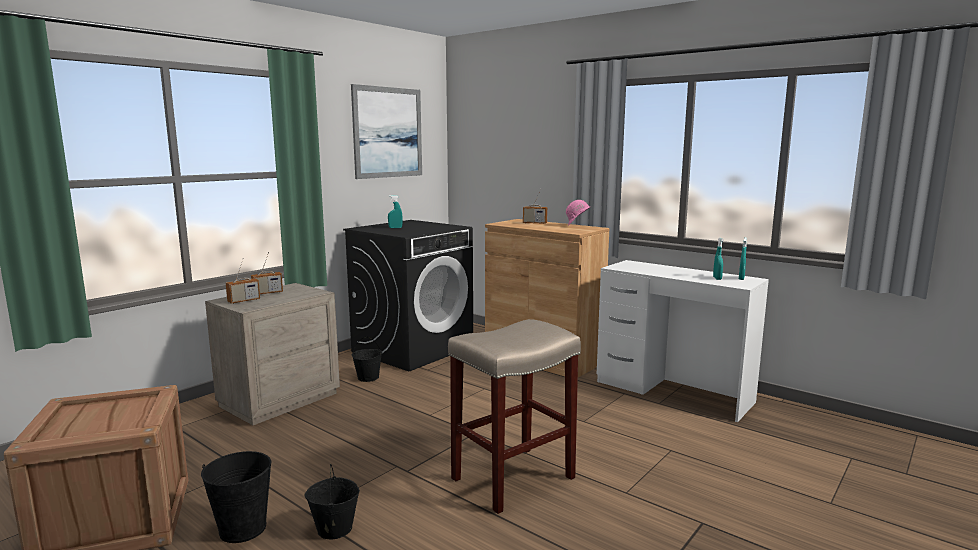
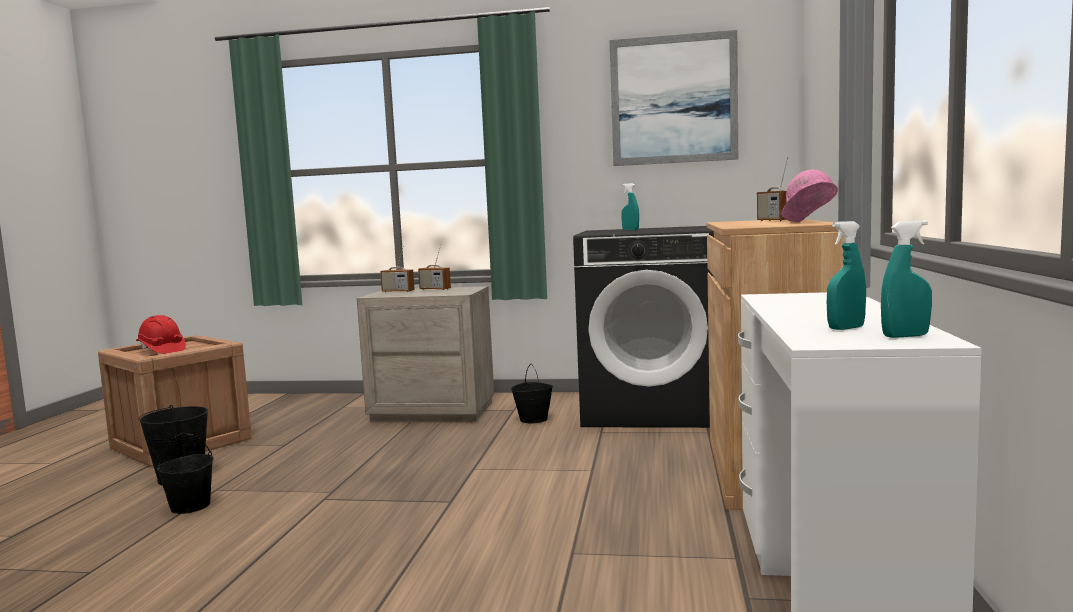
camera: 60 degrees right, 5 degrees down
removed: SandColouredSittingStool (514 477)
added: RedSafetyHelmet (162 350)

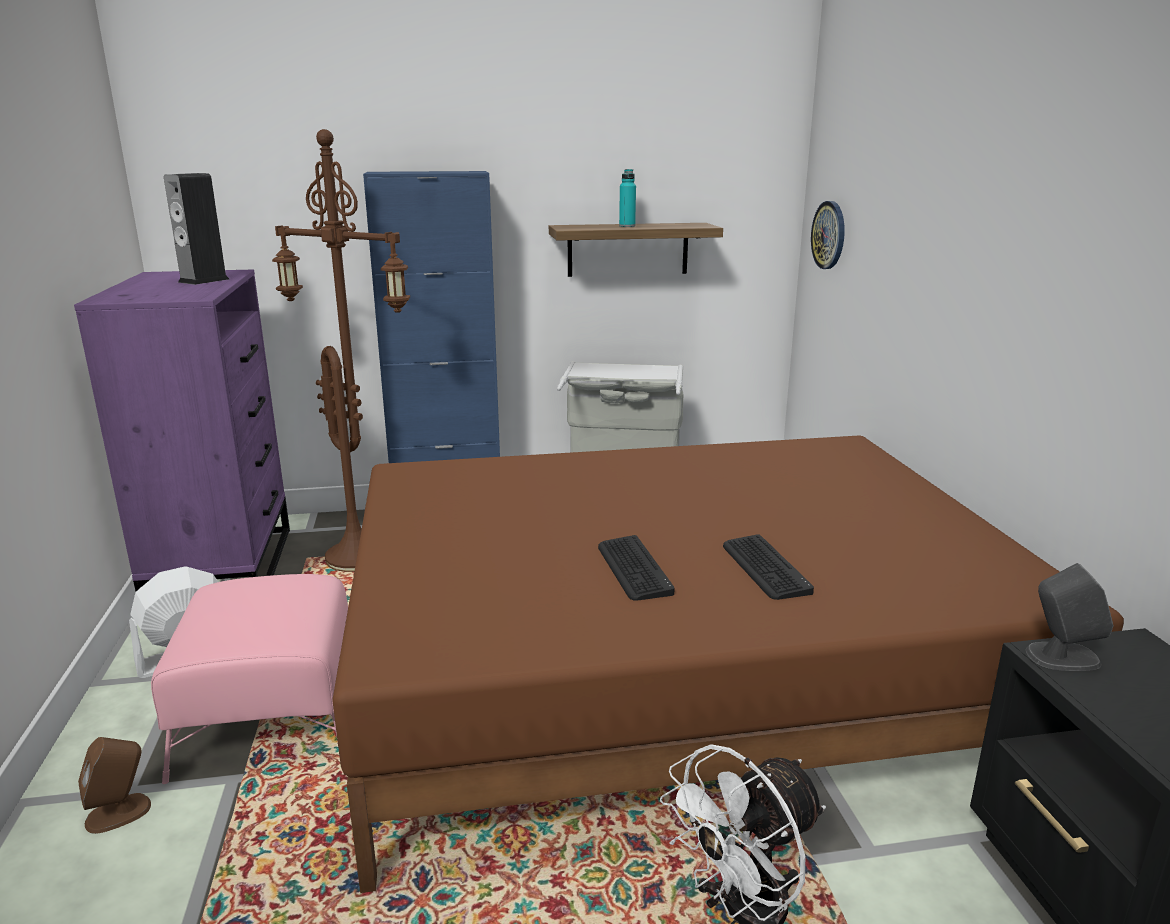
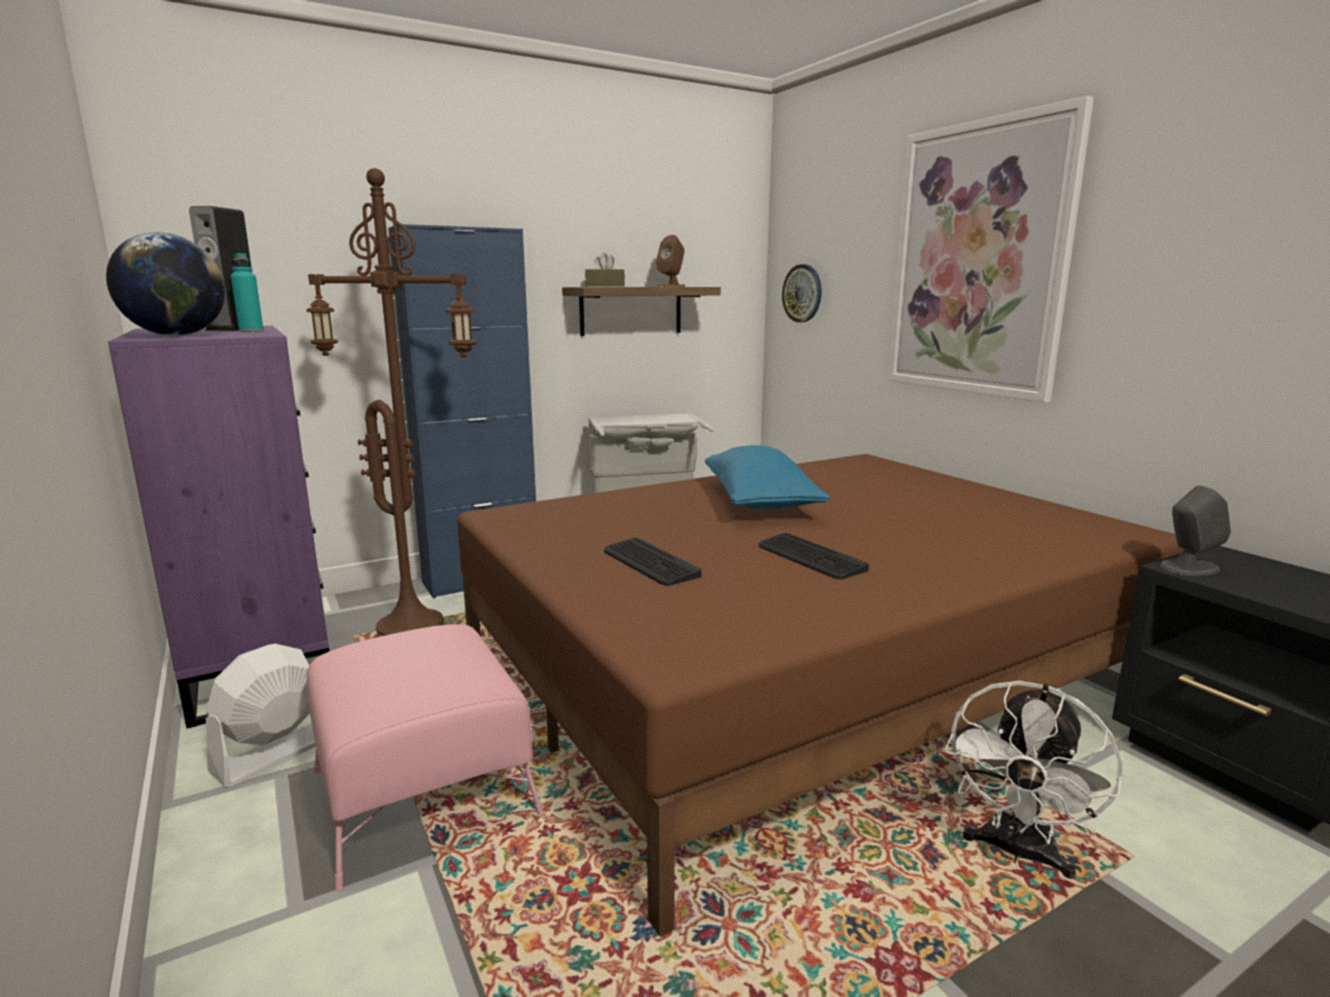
camera: 20 degrees left, 5 degrees down
added: Globe (176 335); BrownColouredBoxOfTissues (605 286); BluishThrowPillow (760 502); Picture (978 260)
moved: BrownColouredAudioSpeaker (119 813) to (671 286); BlueGreenBeverageBottle (627 226) to (251 331); ComputerKeyboard (764 568) to (649 563)

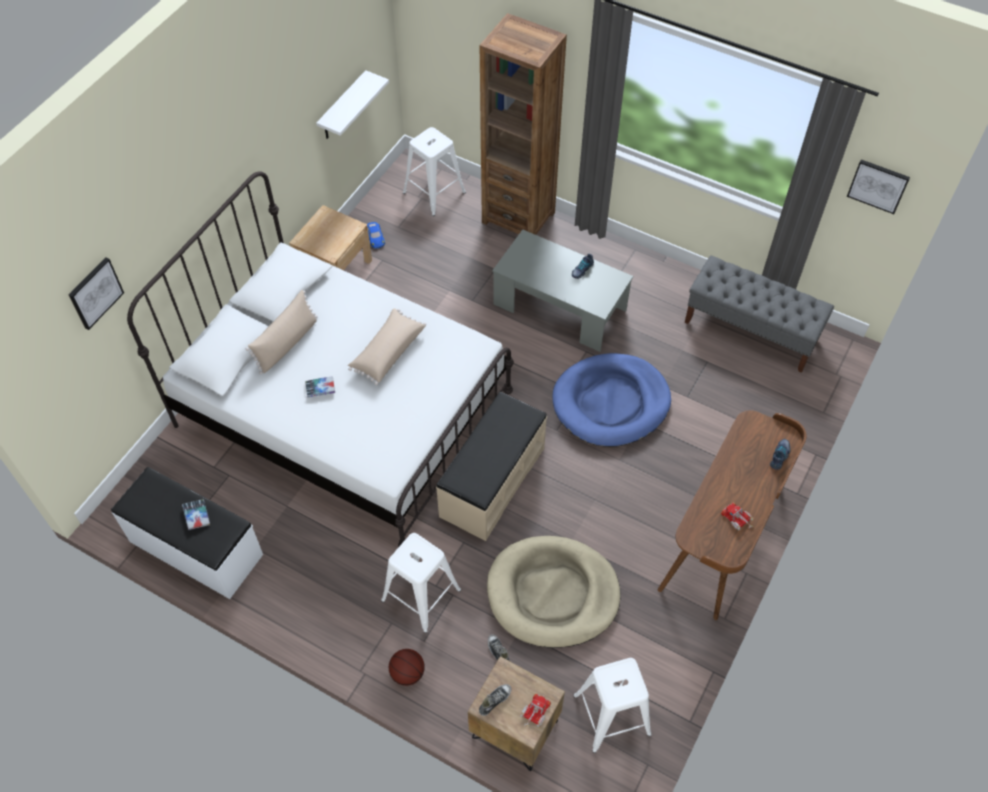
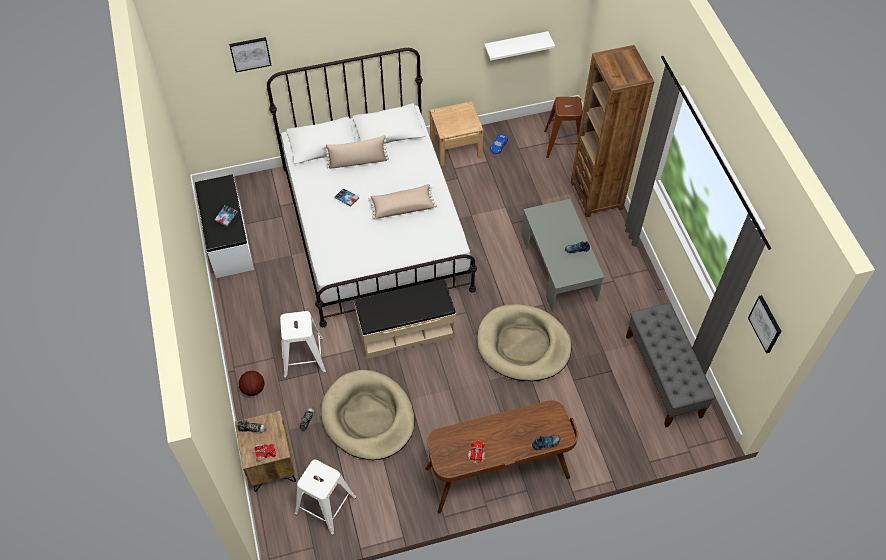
camera: 45 degrees right, 0 degrees up
recoloured: WhiteSittingStool (434 192) to BrownColouredSittingStool (563 143); BluishDogBed (611 402) to SandColouredDogBed (523 345)

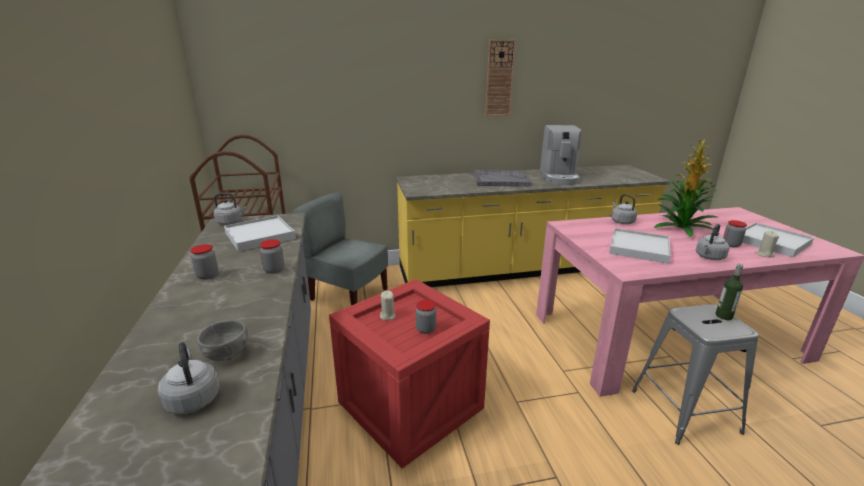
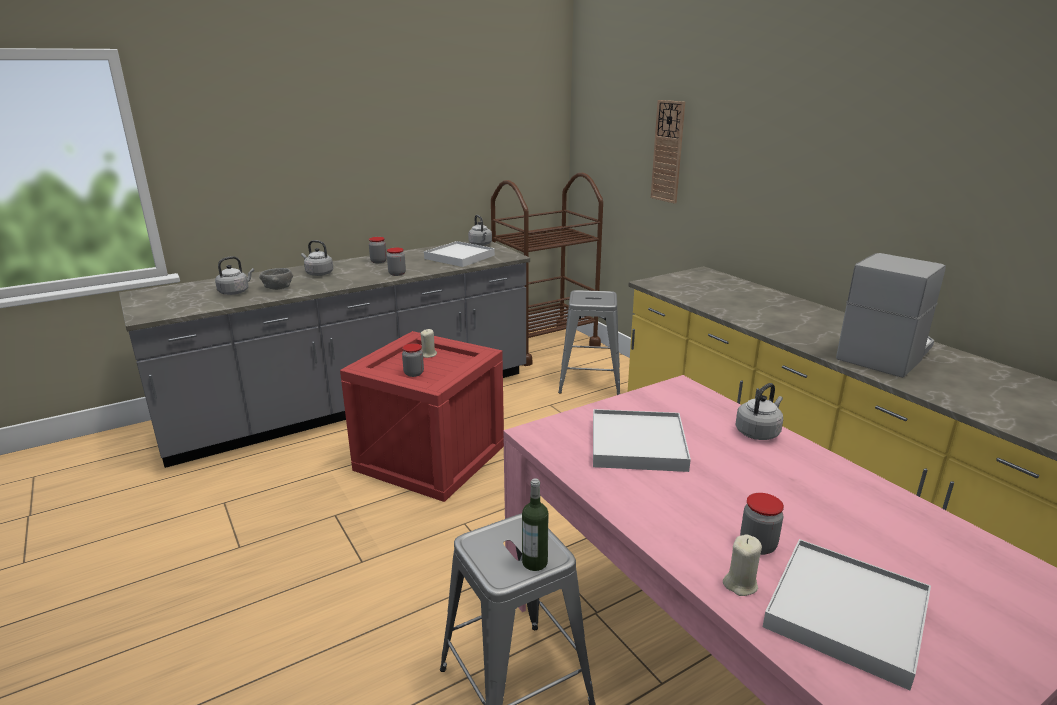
camera: 70 degrees right, 0 degrees up
removed: GrayTray (500 180); PottedPlant (681 228)
moved: HangingClock (499 78) to (668 152); GrayKettle (709 257) to (318 273)
replaced: GrayChair (348 295) to GraySittingStool (589 381)
turned: CoffeeMaker (559 177) = (885 353) 150 degrees clockwise

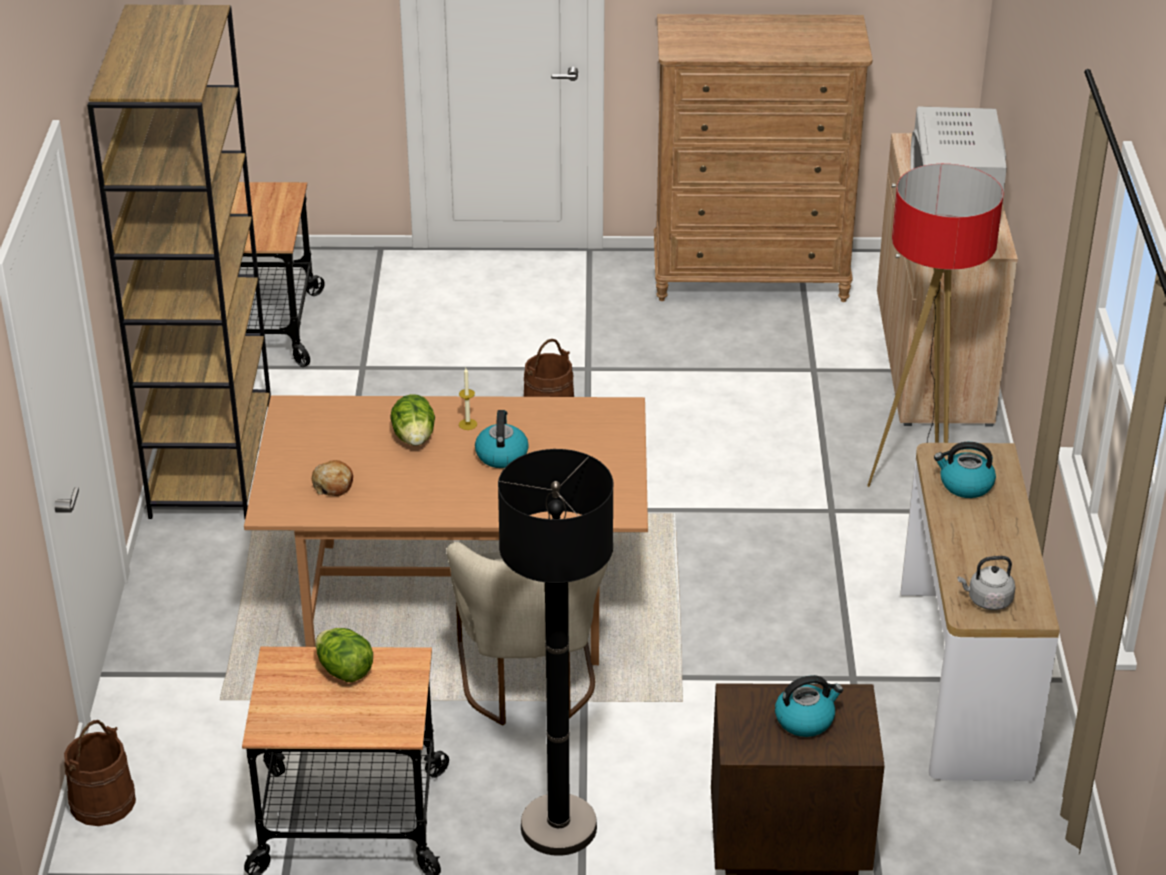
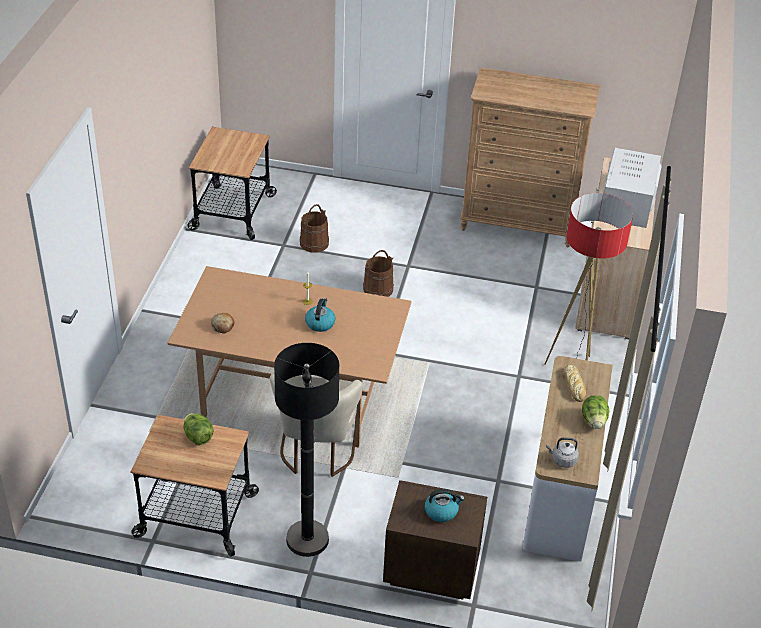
camera: 10 degrees right, 5 degrees up
removed: BrownColouredBookcase (211 458)
moved: BrownColouredBucket (102 801) to (314 243); HeadOfLettuce (414 438) to (594 421)
replaced: Kettle (965 485) to BakedBread (574 386)

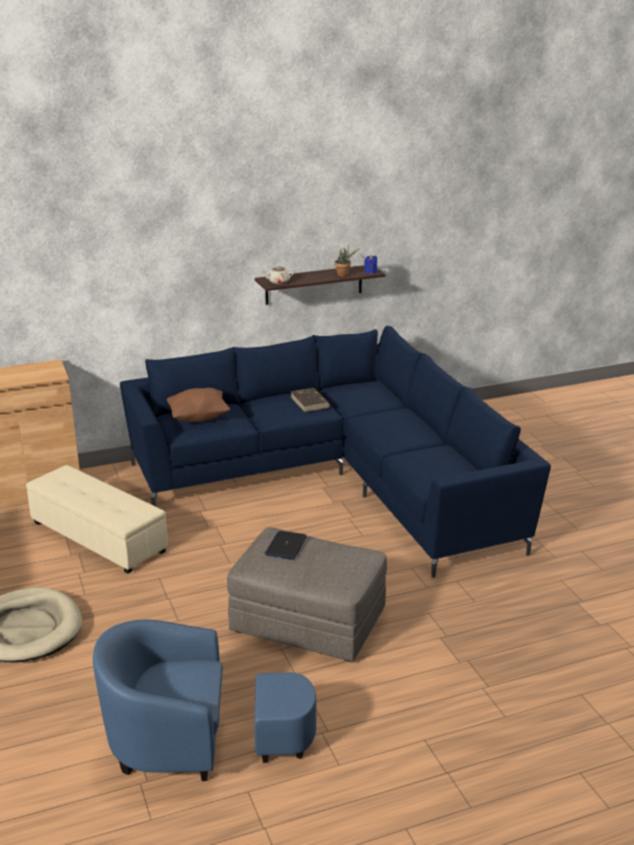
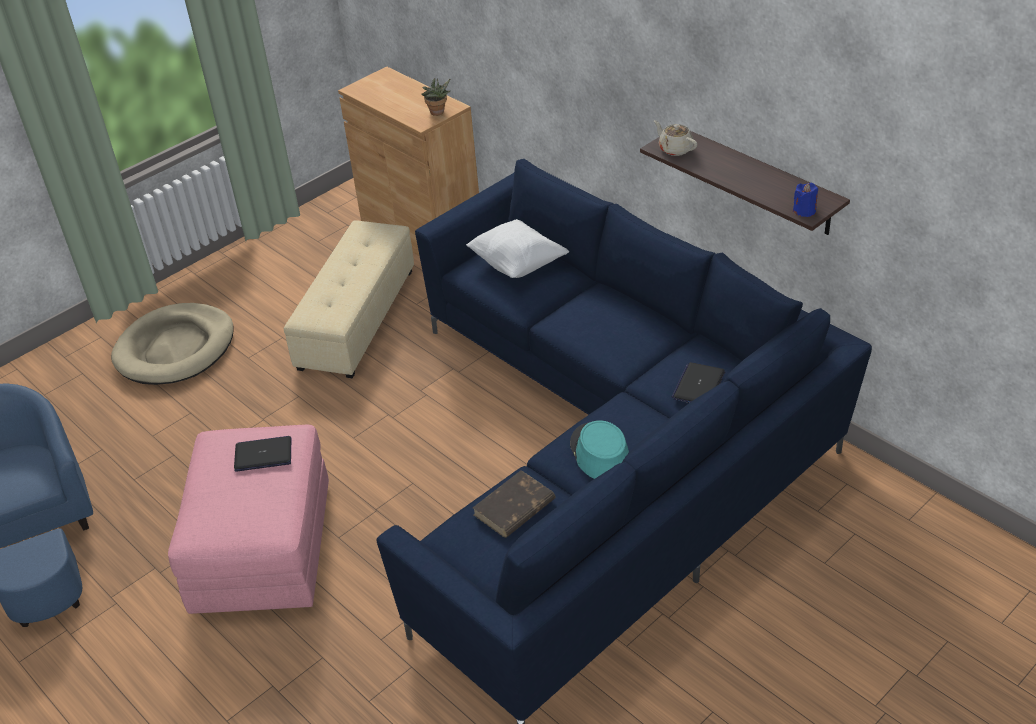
camera: 70 degrees right, 15 degrees up
added: BlueGreenHat (599 453); Laptop (698 385)
moved: BrownColouredVolume (310 402) to (514 508); PottedPlant (344 275) to (438 113)
recoloured: BrownColouredThrowPillow (199 417) to WhiteThrowPillow (517 265); GrayOttoman (309 621) to PinkishOttoman (263 548)

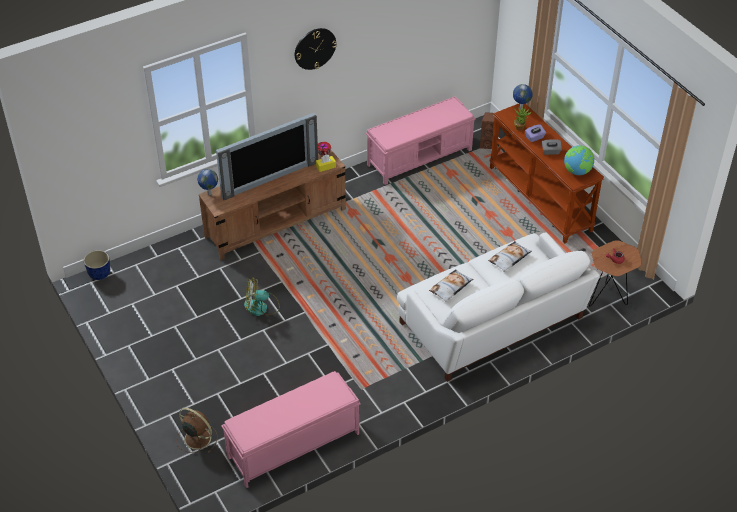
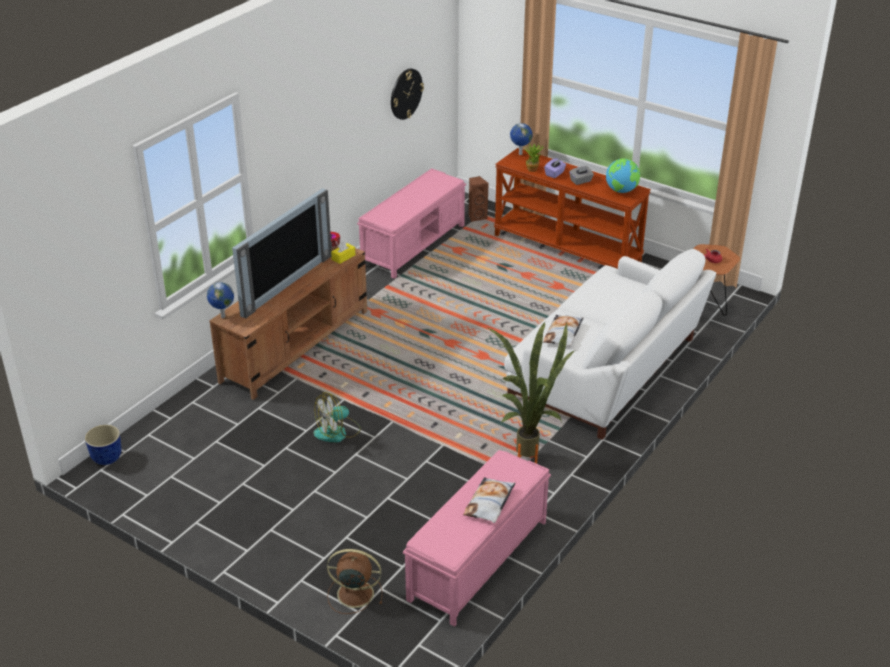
camera: 25 degrees left, 10 degrees down
added: PottedPlant (529 453)
moved: HangingClock (315 48) to (405 93); ThrowPillow (509 259) to (490 503)

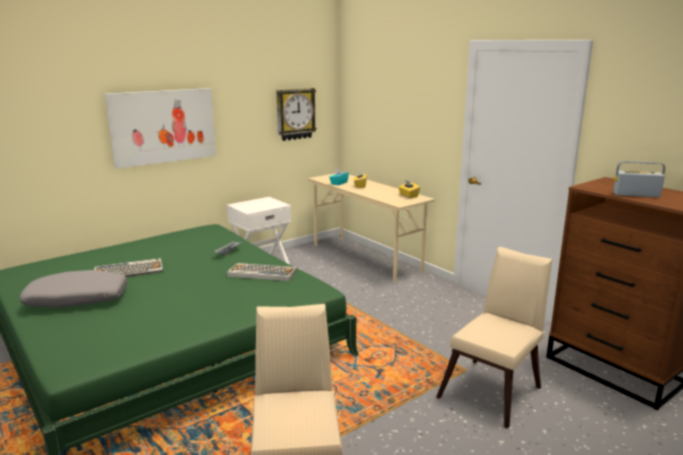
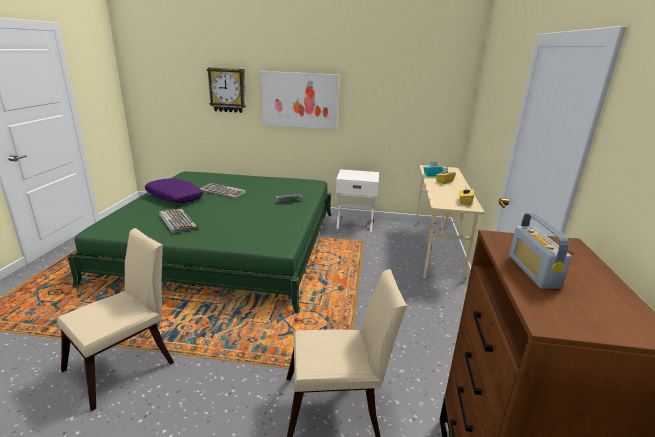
camera: 45 degrees right, 5 degrees up
moved: ComputerKeyboard (261 273) to (177 221); HangingClock (295 114) to (227 90)
recoloured: GrayThrowPillow (77 300) to PurpleThrowPillow (174 197)
turned: RadioSet (636 195) = (533 271) 150 degrees counterclockwise

